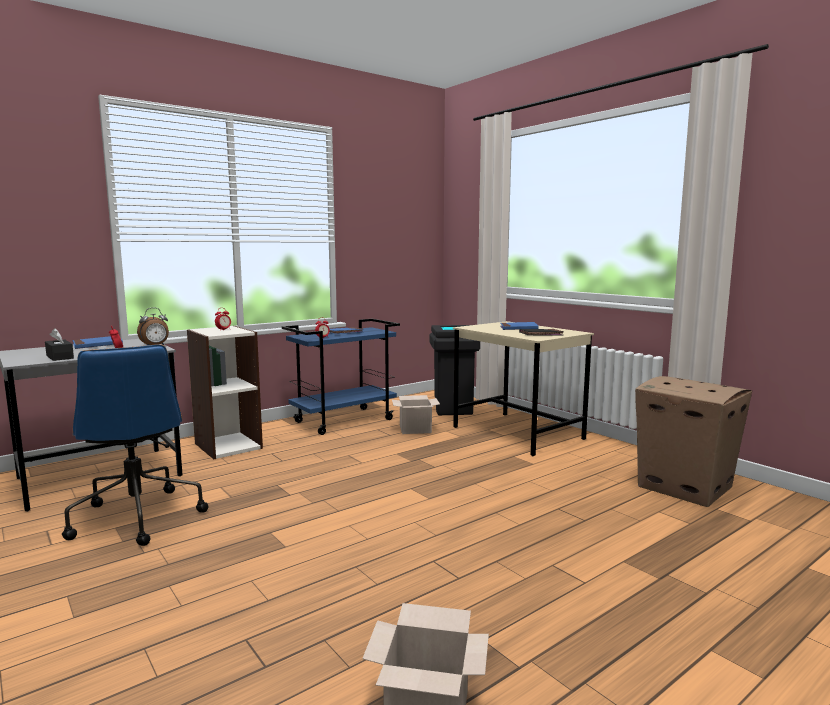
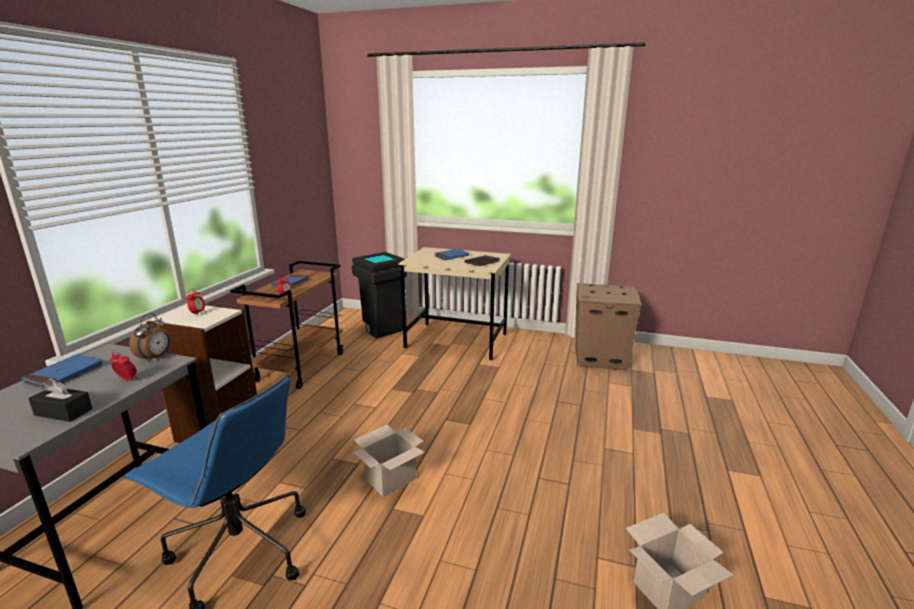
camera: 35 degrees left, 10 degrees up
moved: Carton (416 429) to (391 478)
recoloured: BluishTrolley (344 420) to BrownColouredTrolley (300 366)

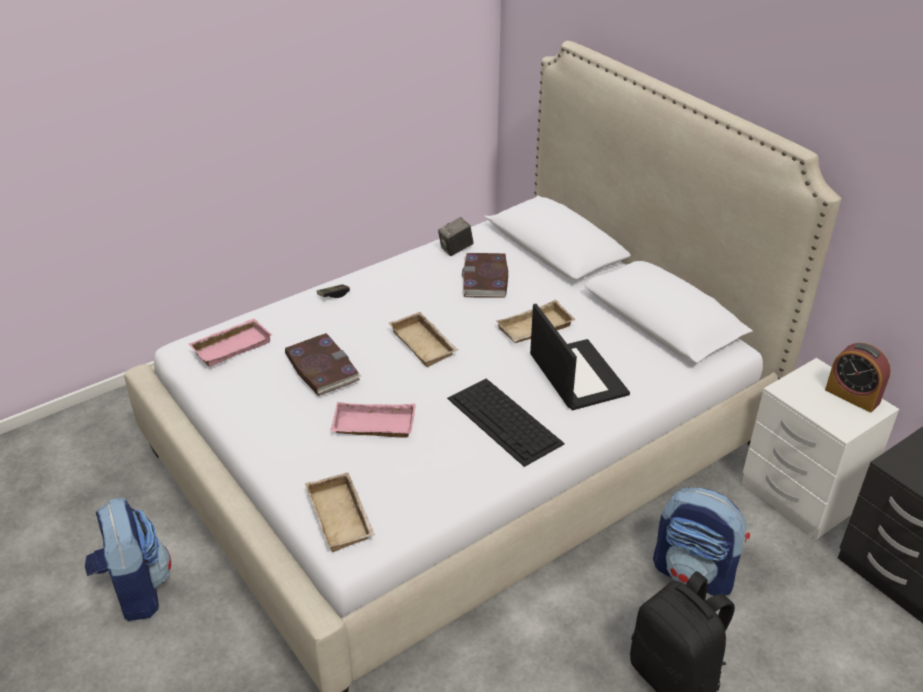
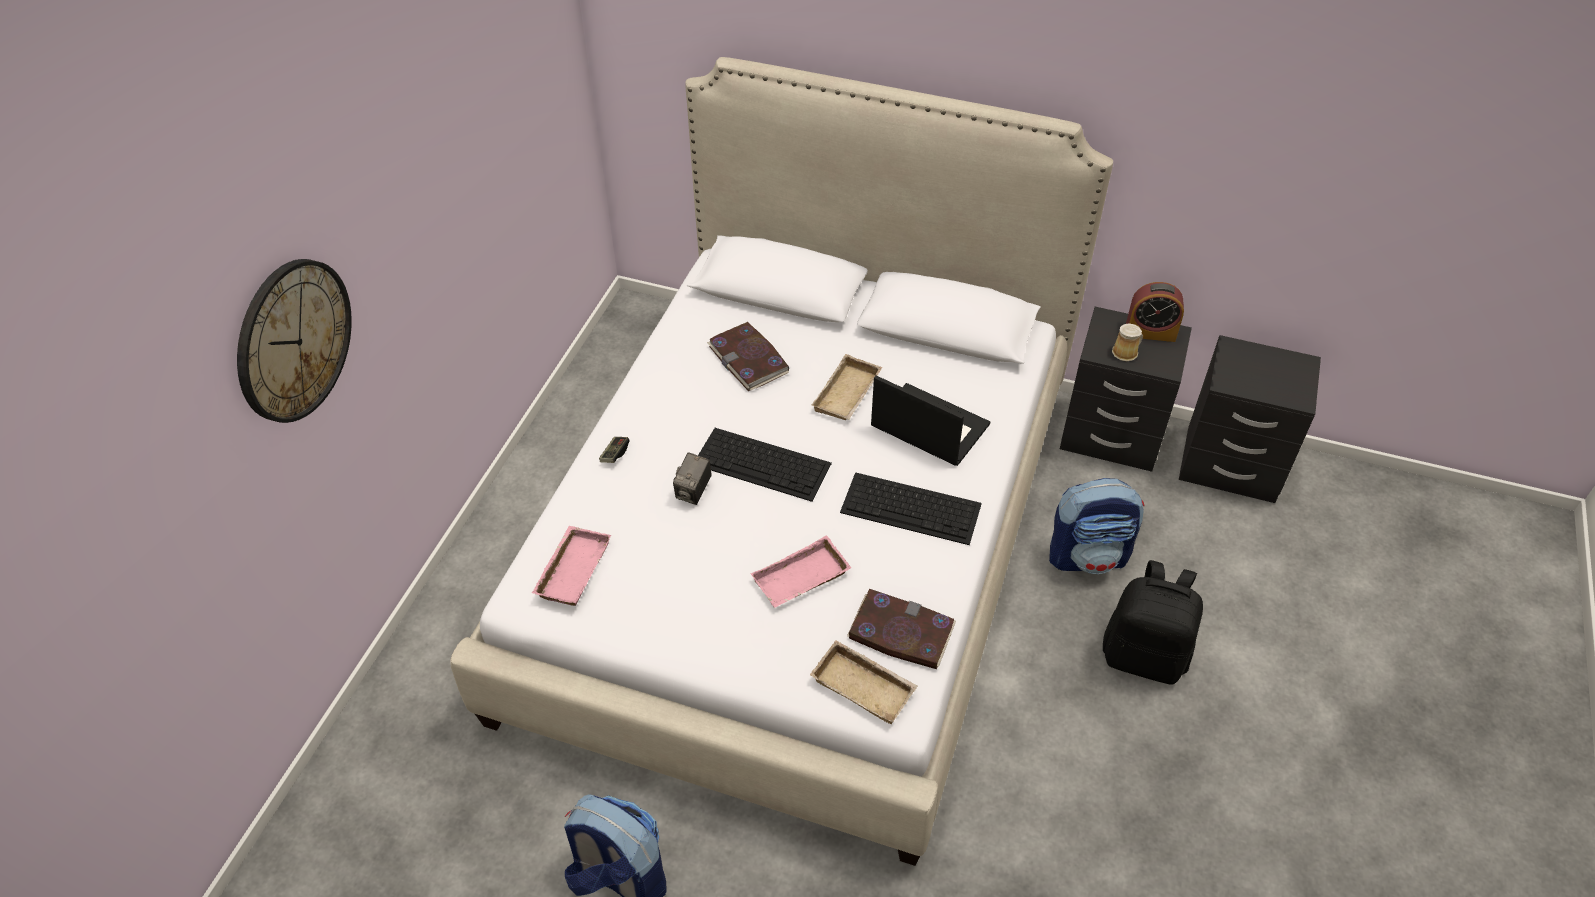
camera: 35 degrees left, 10 degrees up
added: HangingClock (293 340); Mug (1126 352)
moved: Volume (321 367) to (900 632); StillCamera (456 249) to (693 491)
replaced: SandColouredTray (425 344) to ComputerKeyboard (763 464)
recoloured: WhiteBedsideTable (801 495) to BlackishBedsideTable (1111 435)

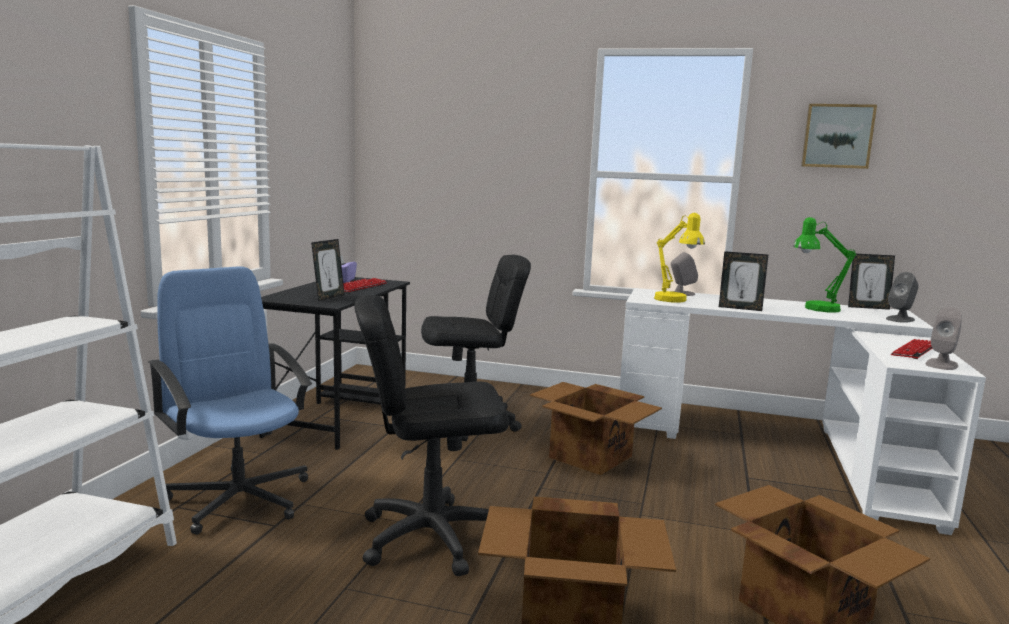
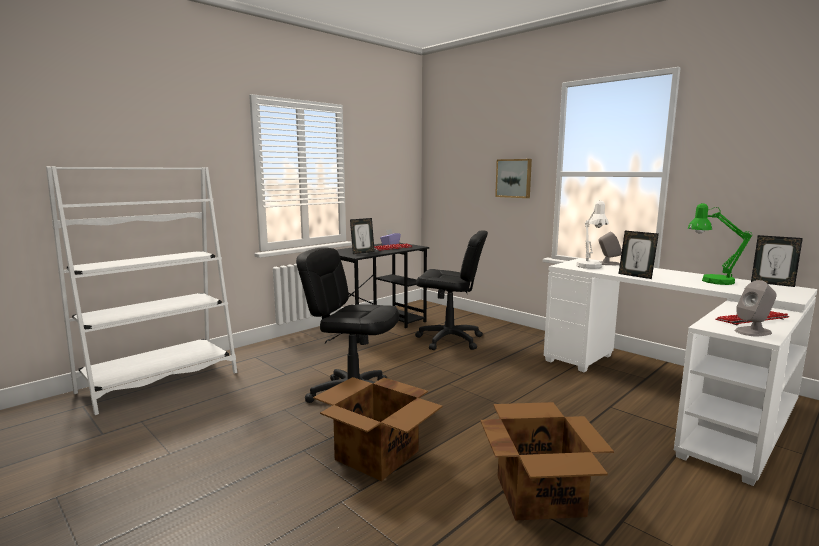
camera: 30 degrees right, 0 degrees up
removed: BluishComputerChair (239 498); Carton (591 457); GrayAudioSpeaker (900 319)
moved: Picture (837 136) to (514 178)
recoloured: YellowColouredTabletopLamp (674 300) to WhiteTabletopLamp (590 267)

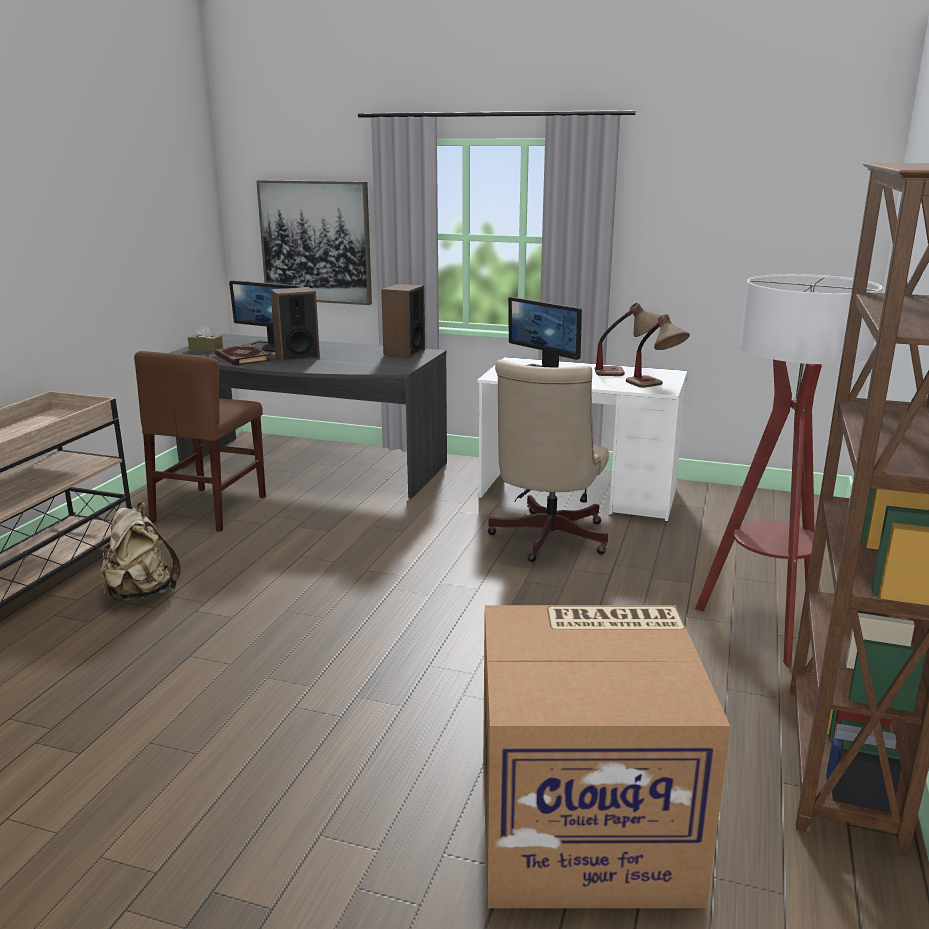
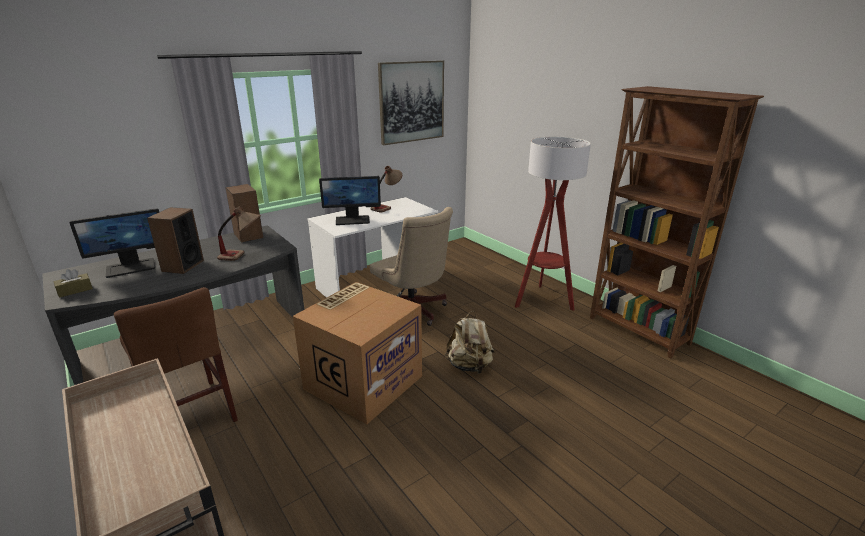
camera: 55 degrees left, 5 degrees up
removed: Volume (242 358)
moved: SandColouredRucksack (141 593) to (469 366); Picture (315 242) to (411 102); Carton (586 824) to (363 381); TabletopLamp (655 387) to (243 257)

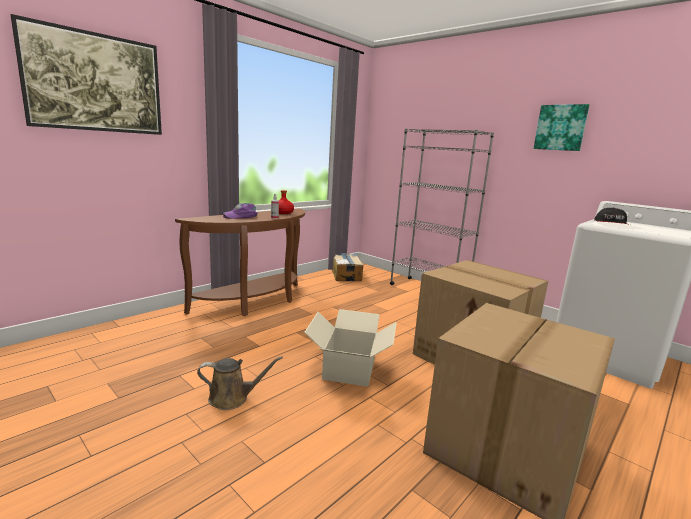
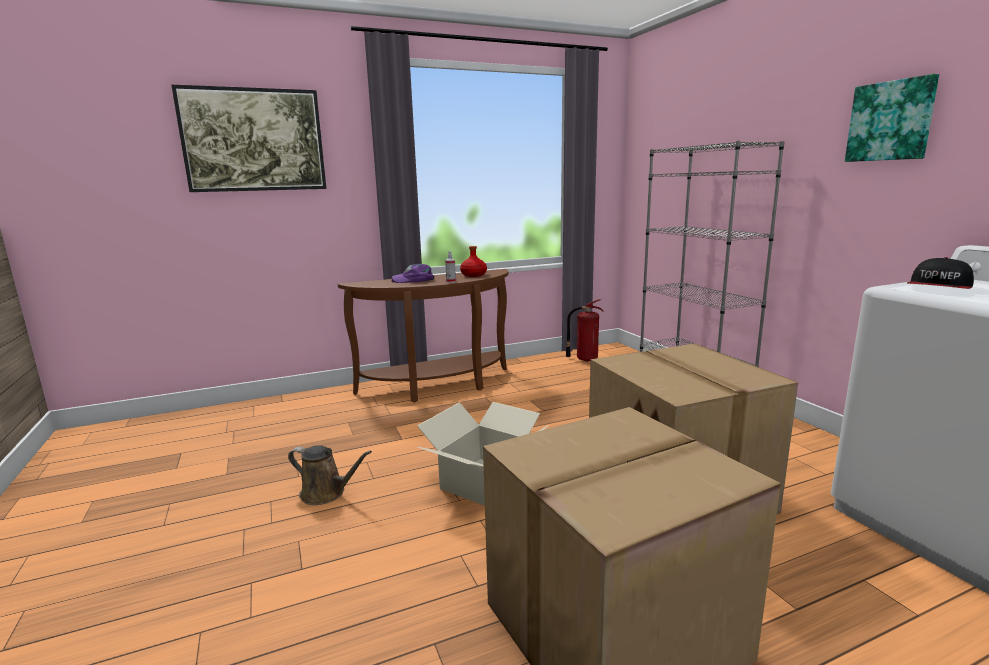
camera: 25 degrees right, 0 degrees up
replaced: Carton (346 274) to Extinguisher (585 359)

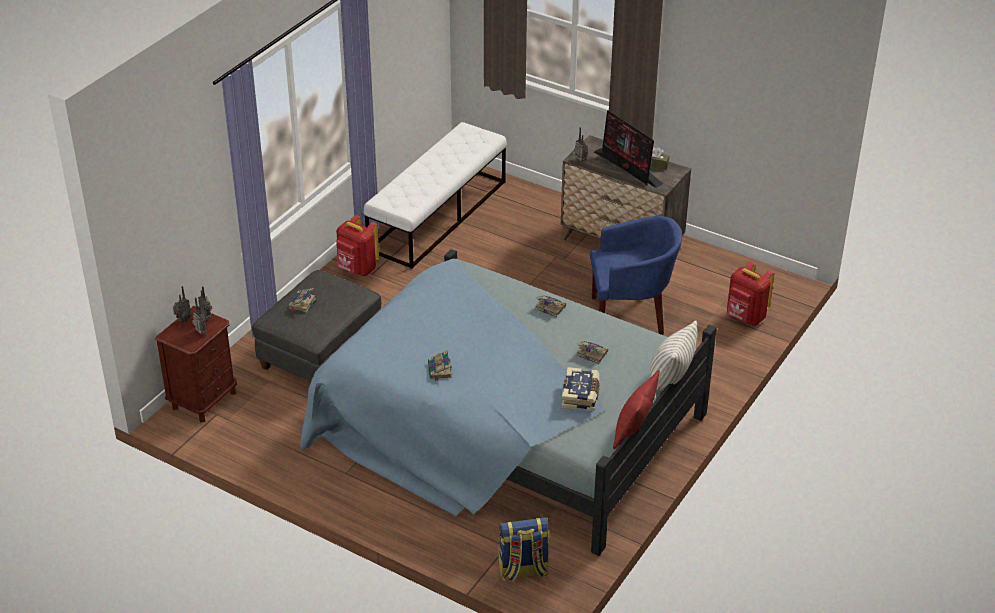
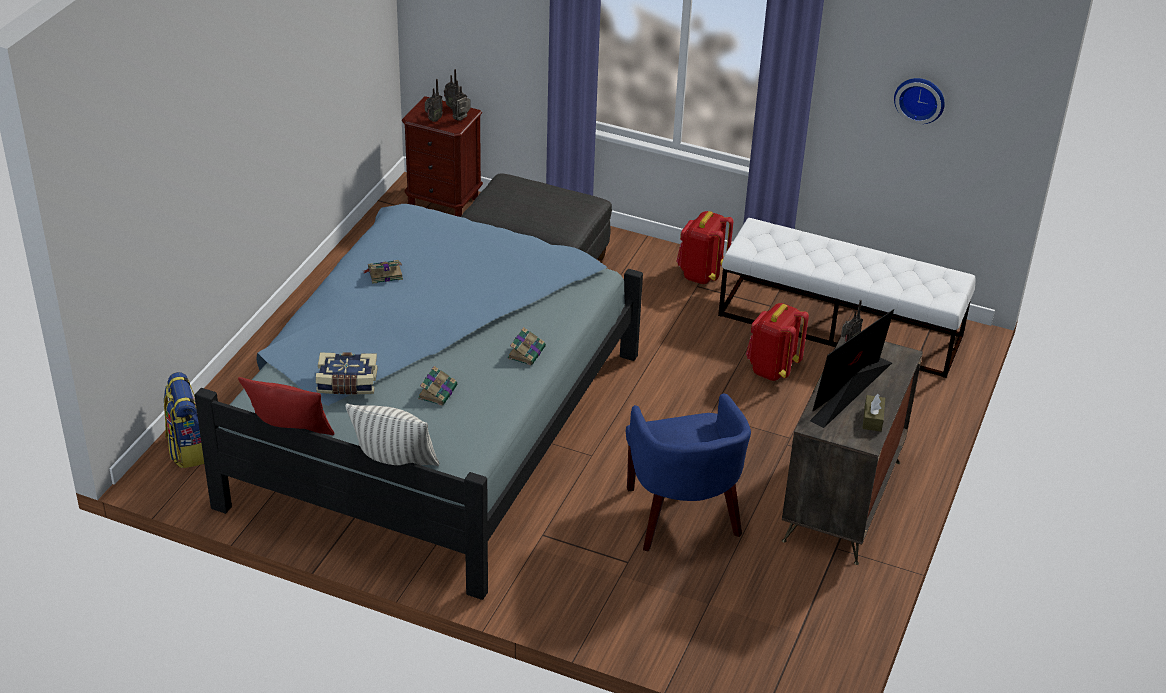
camera: 80 degrees right, 0 degrees up
removed: Volume (301 304)
added: HangingClock (920 99)
moved: RedRucksack (745 317) to (772 369)

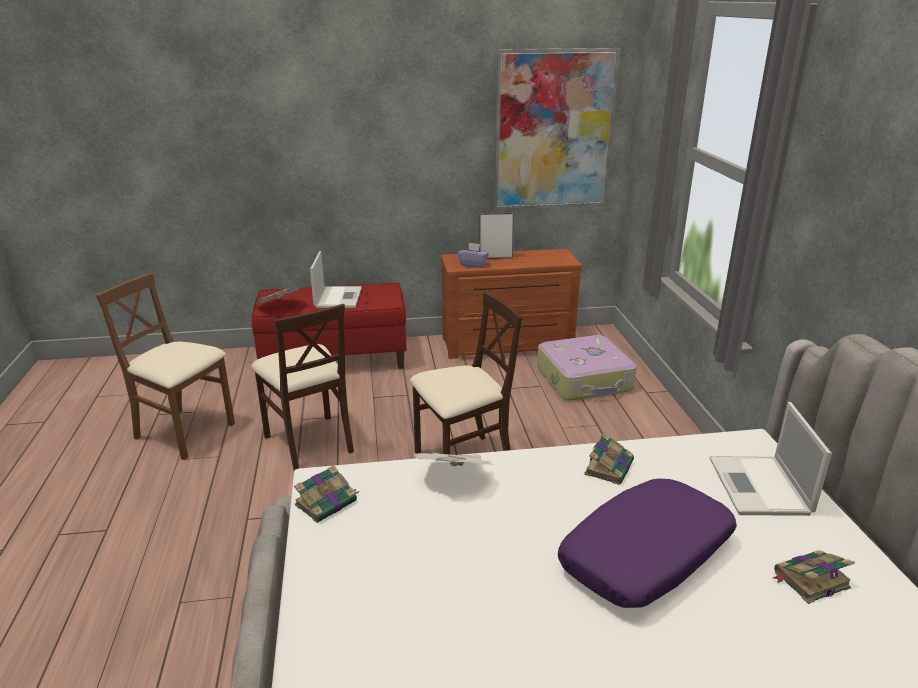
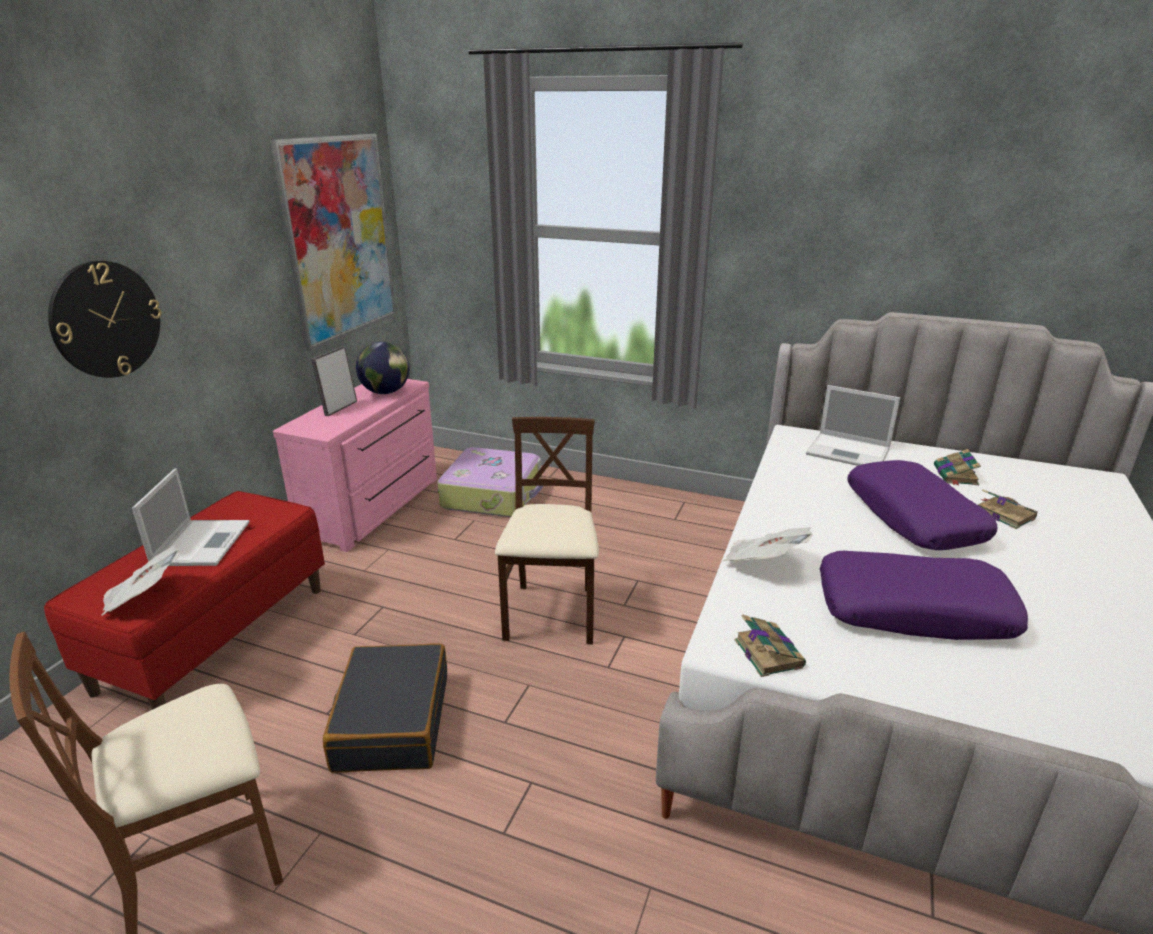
camera: 60 degrees left, 0 degrees up
removed: PurpleBoxOfTissues (473 264)
added: HangingClock (106 319); Globe (385 392); PurpleThrowPillow (913 610)
moved: Volume (609 467) to (1003 514)
replaced: SandColouredChair (309 442) to BlackishPieceOfLuggage (391 721)
recoloured: BrownColouredDrawerChest (508 345) to PinkishDrawerChest (375 507)
turned: Laptop (338 297) = (202 542) 60 degrees clockwise

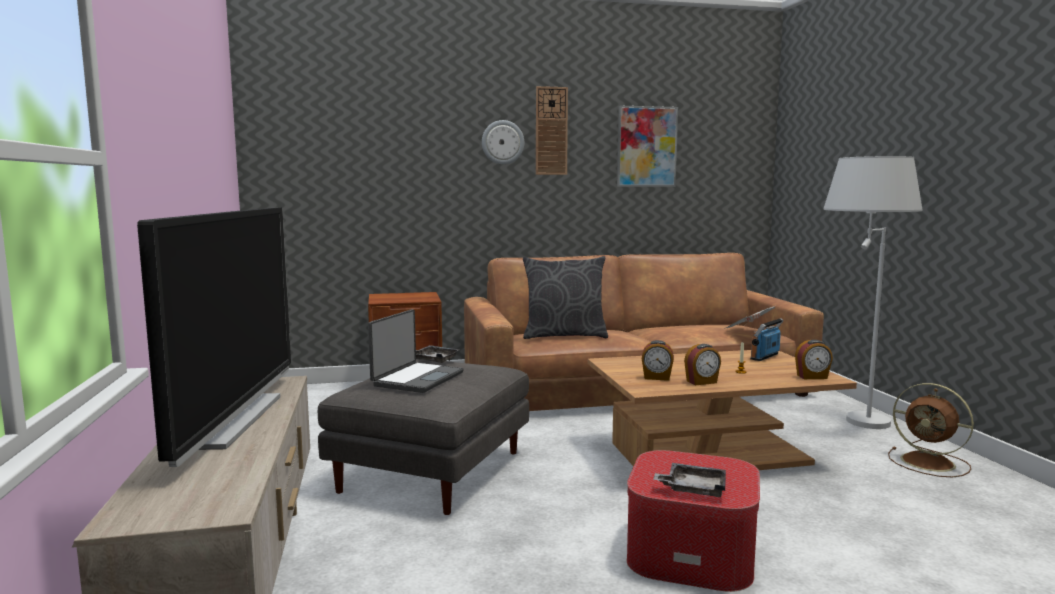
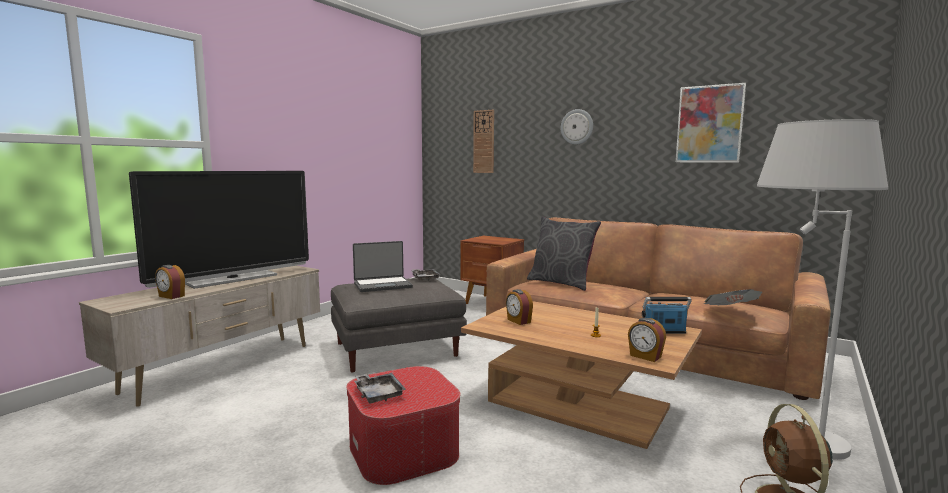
camera: 45 degrees right, 0 degrees up
moved: HangingClock (551 131) to (484 141); AlarmClock (702 382) to (171 296)

